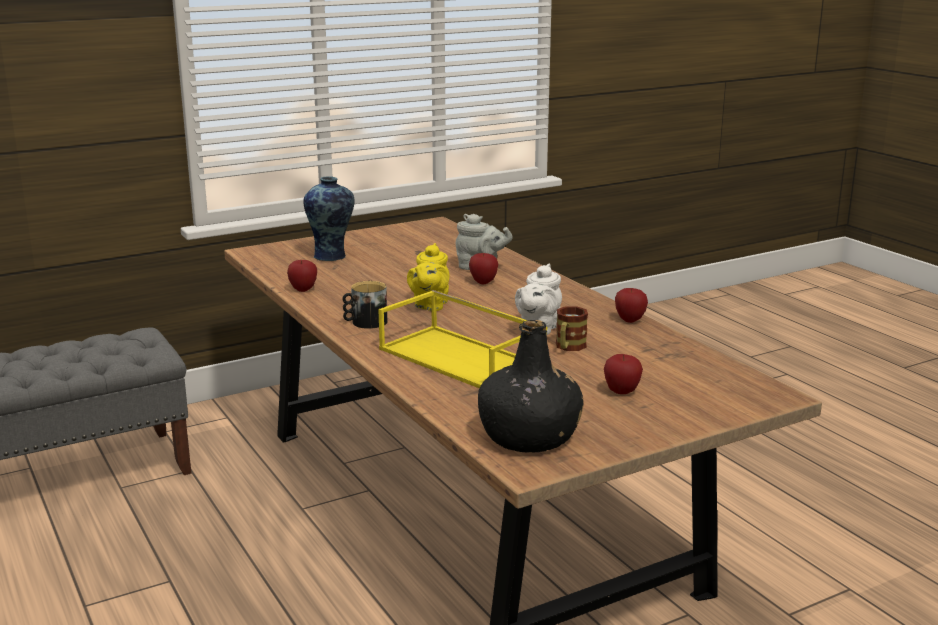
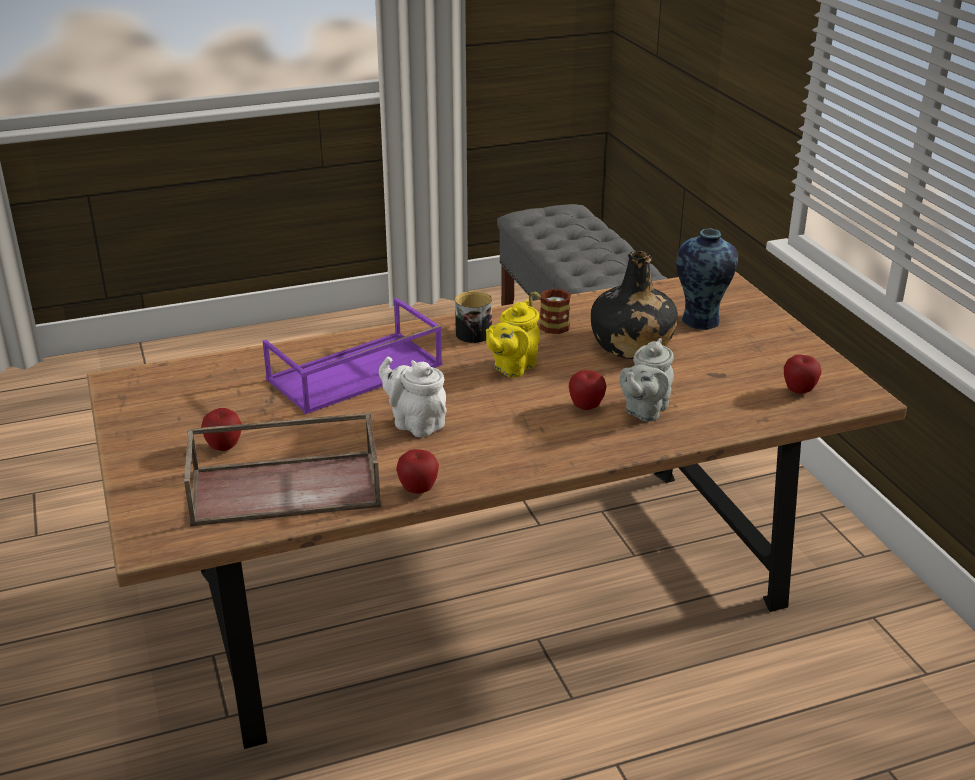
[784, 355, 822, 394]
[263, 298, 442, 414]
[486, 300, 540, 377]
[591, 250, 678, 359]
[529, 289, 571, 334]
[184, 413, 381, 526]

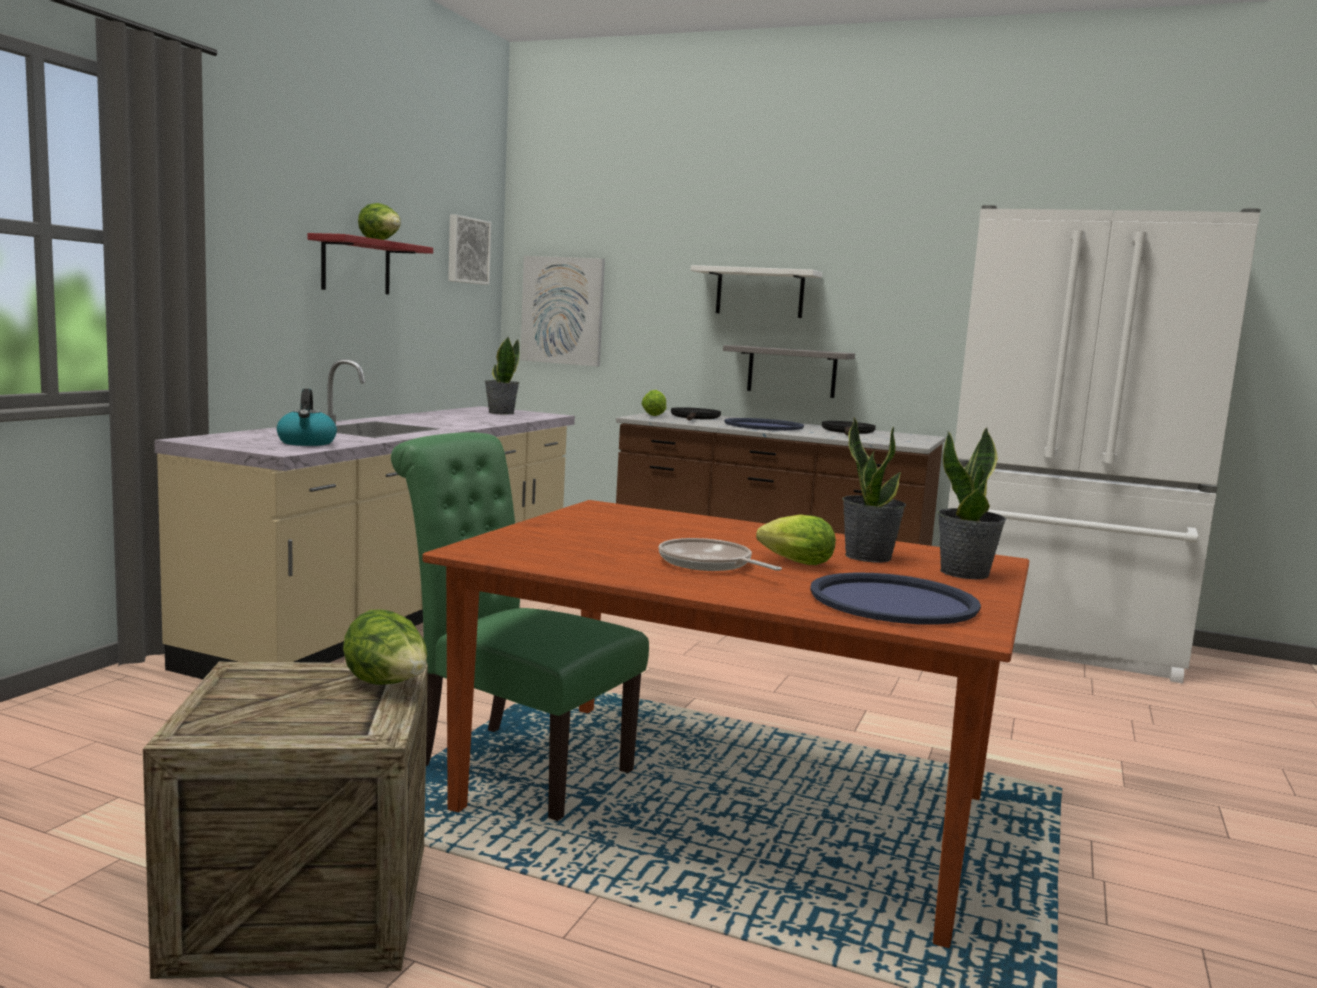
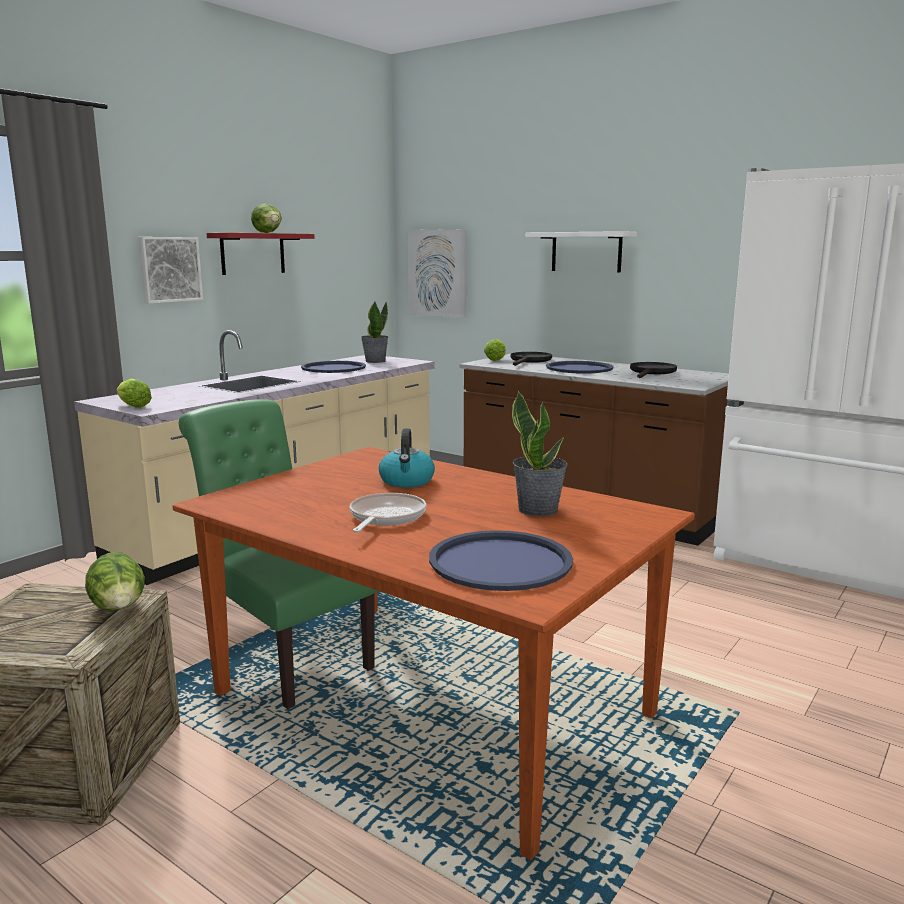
[379, 429, 435, 488]
[138, 237, 203, 304]
[349, 493, 427, 532]
[723, 345, 855, 398] (first image)
[117, 378, 152, 408]
[937, 427, 1007, 579] (first image)
[301, 361, 366, 373]

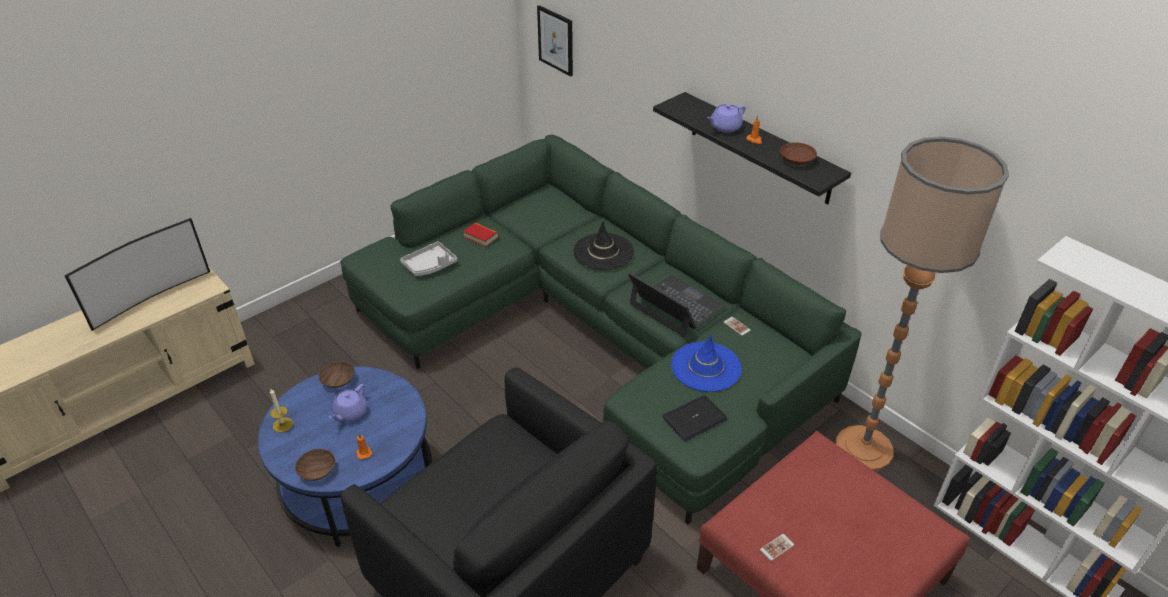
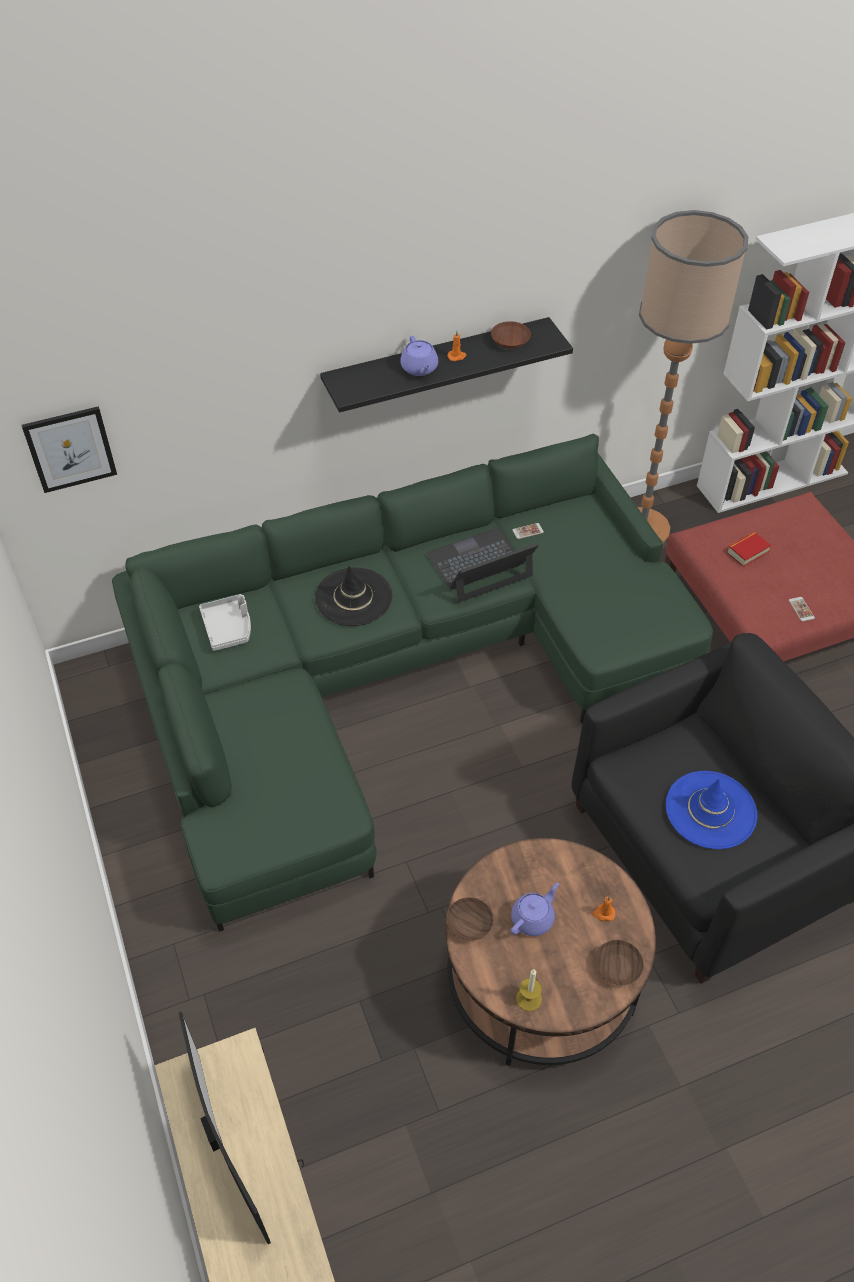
[446, 838, 656, 1066]
[511, 883, 559, 936]
[199, 594, 251, 651]
[727, 532, 771, 567]
[662, 396, 727, 441] (first image)
[666, 771, 757, 849]

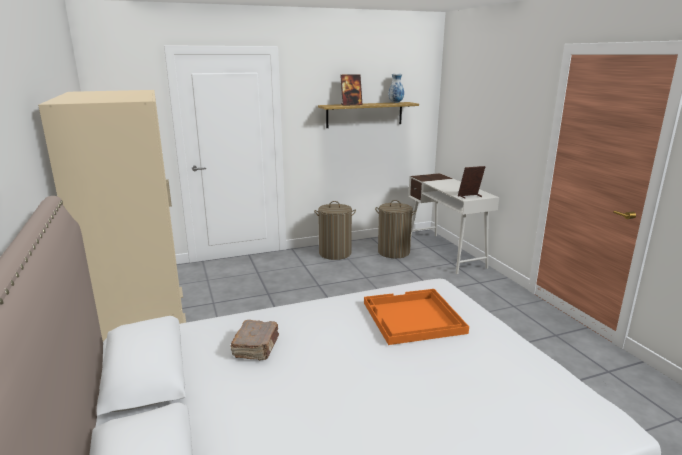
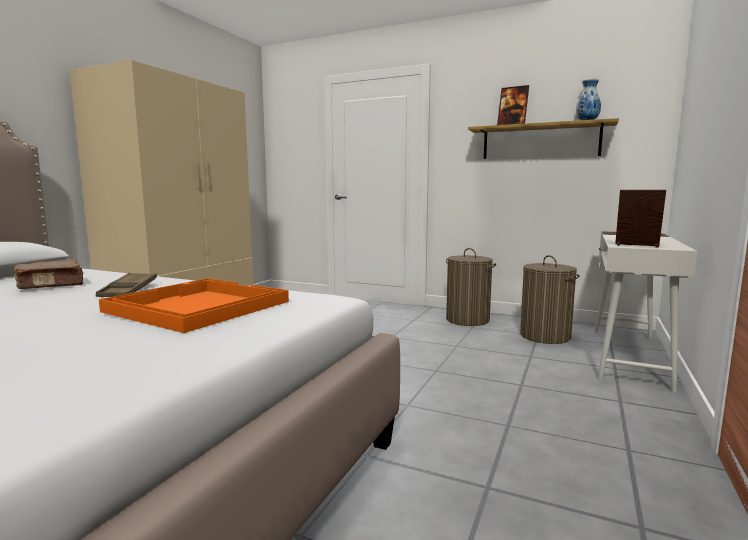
[96, 273, 157, 297]

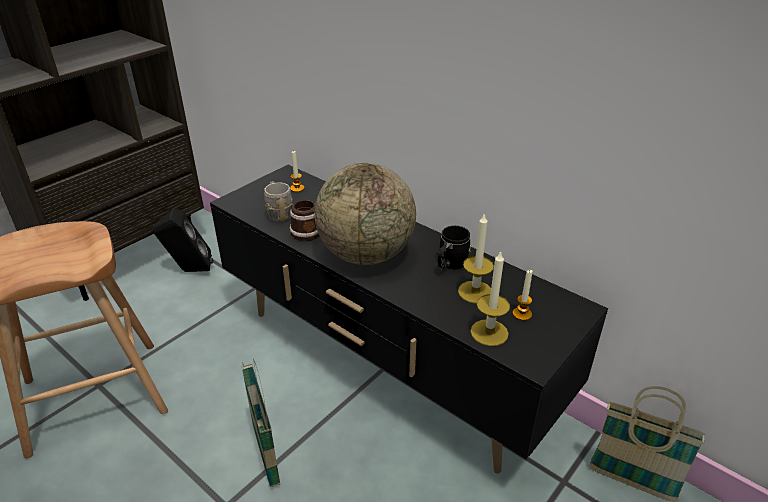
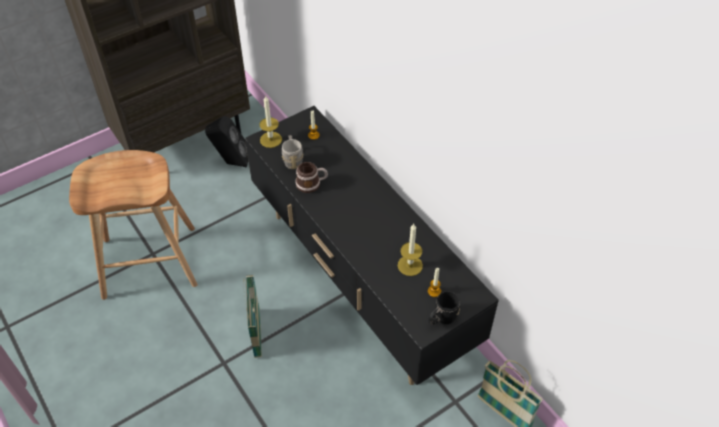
[315, 163, 416, 265] (first image)
[429, 291, 460, 325]
[259, 95, 282, 148]

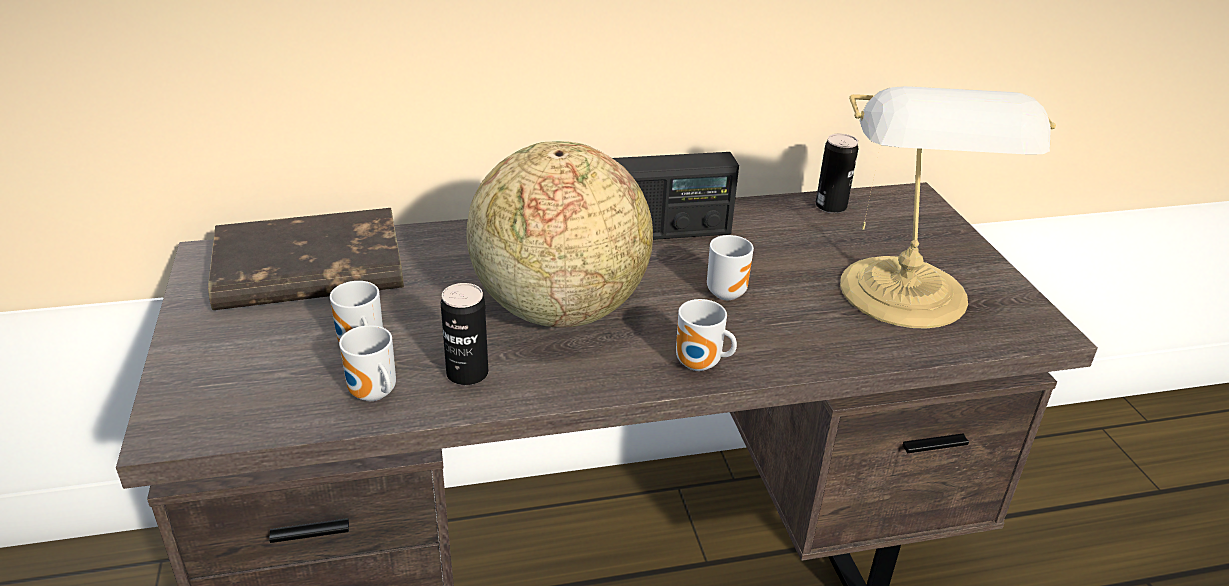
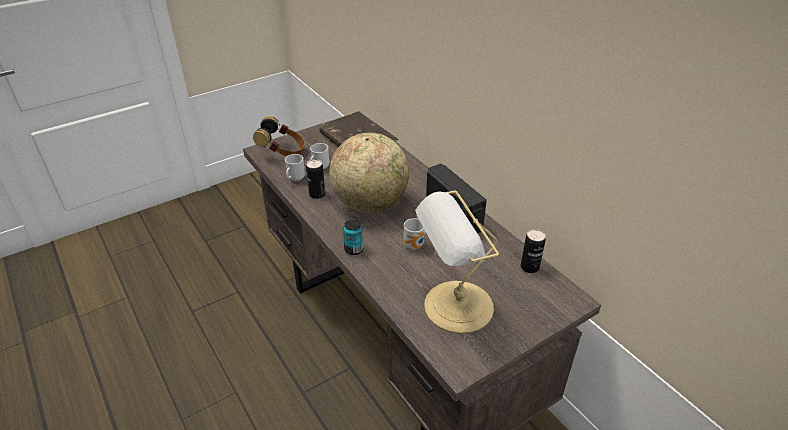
[343, 219, 364, 255]
[253, 116, 305, 157]

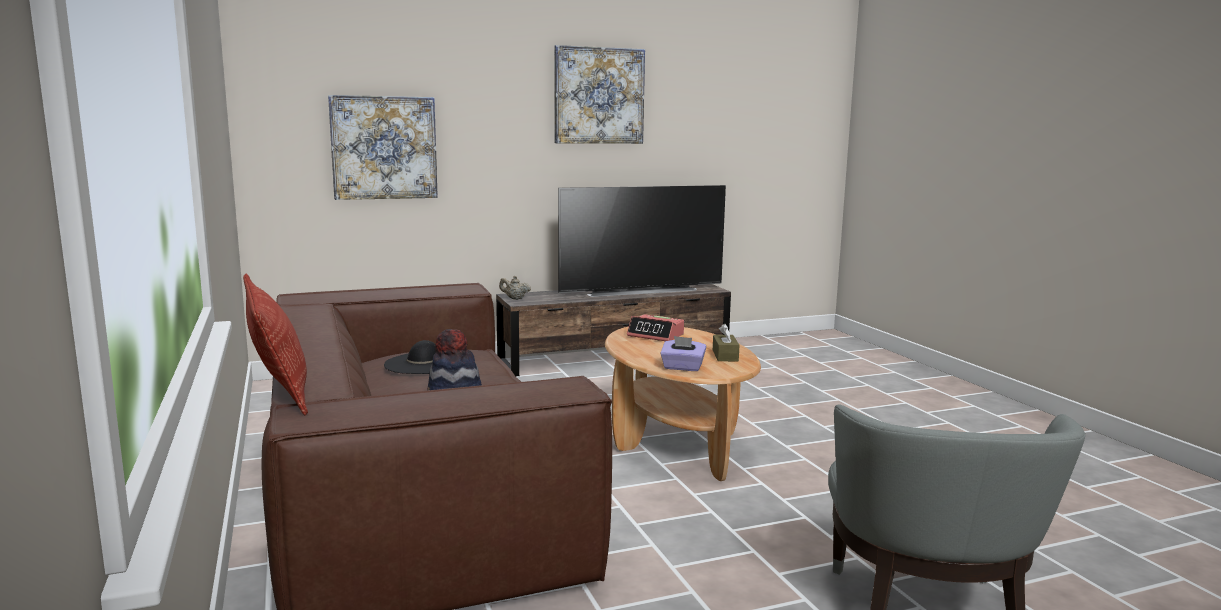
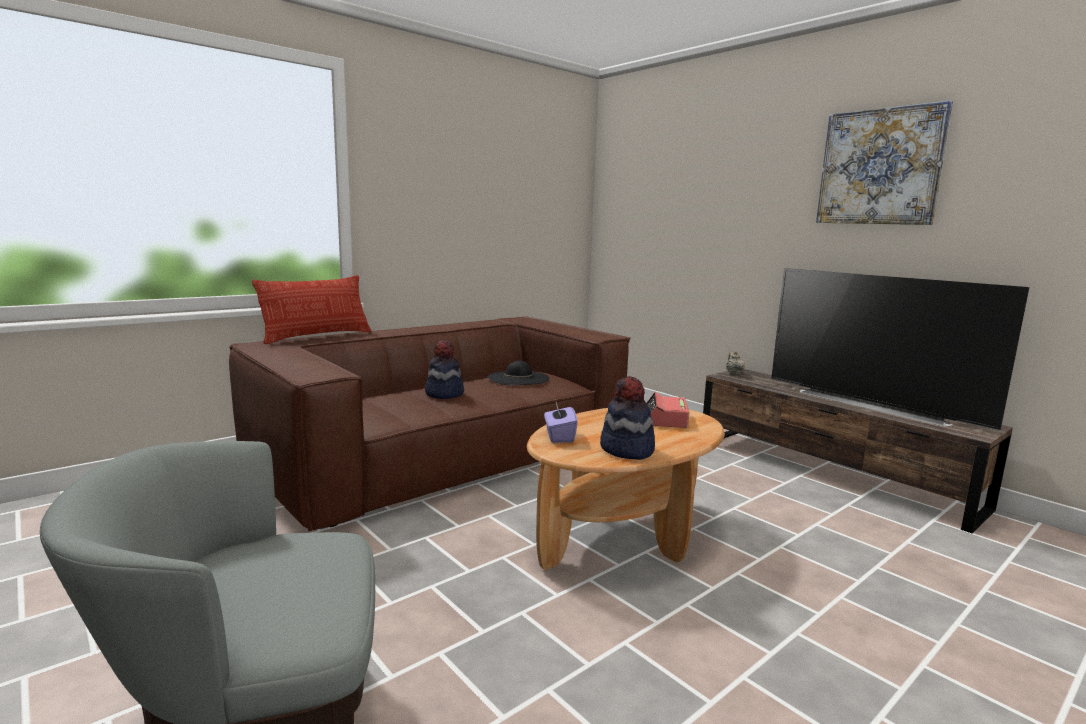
[328, 95, 438, 200] (first image)
[600, 376, 655, 460]

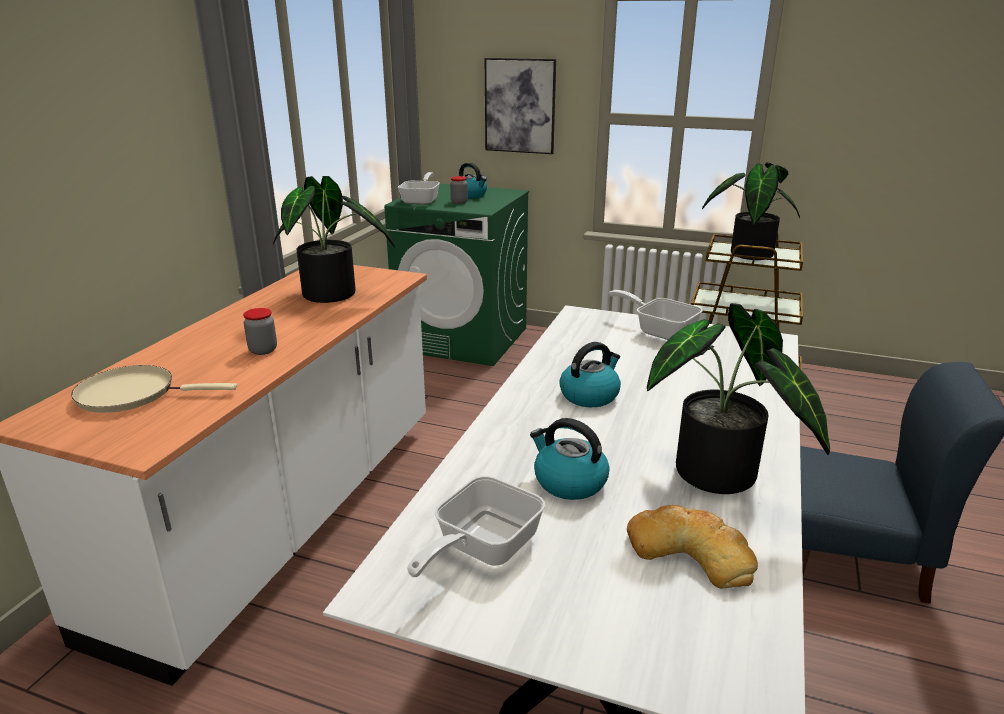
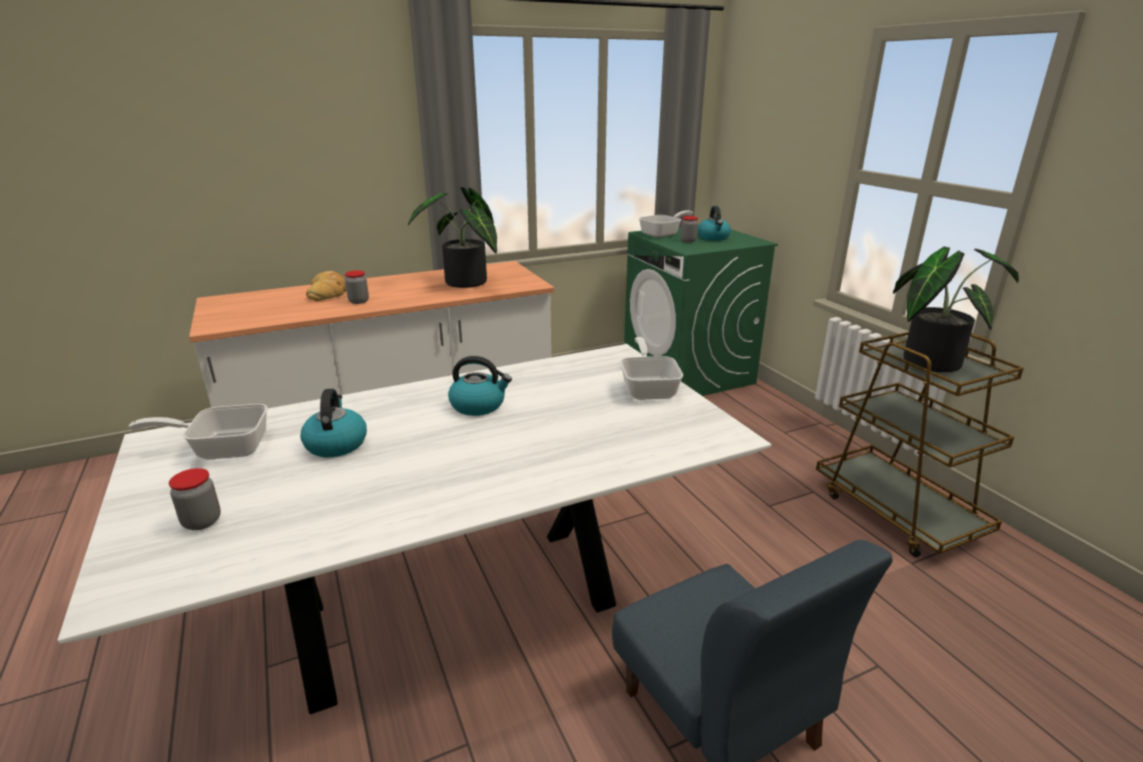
[71, 365, 237, 413] (first image)
[485, 58, 556, 154] (first image)
[306, 271, 346, 301]
[647, 303, 830, 494] (first image)
[169, 468, 221, 530]

